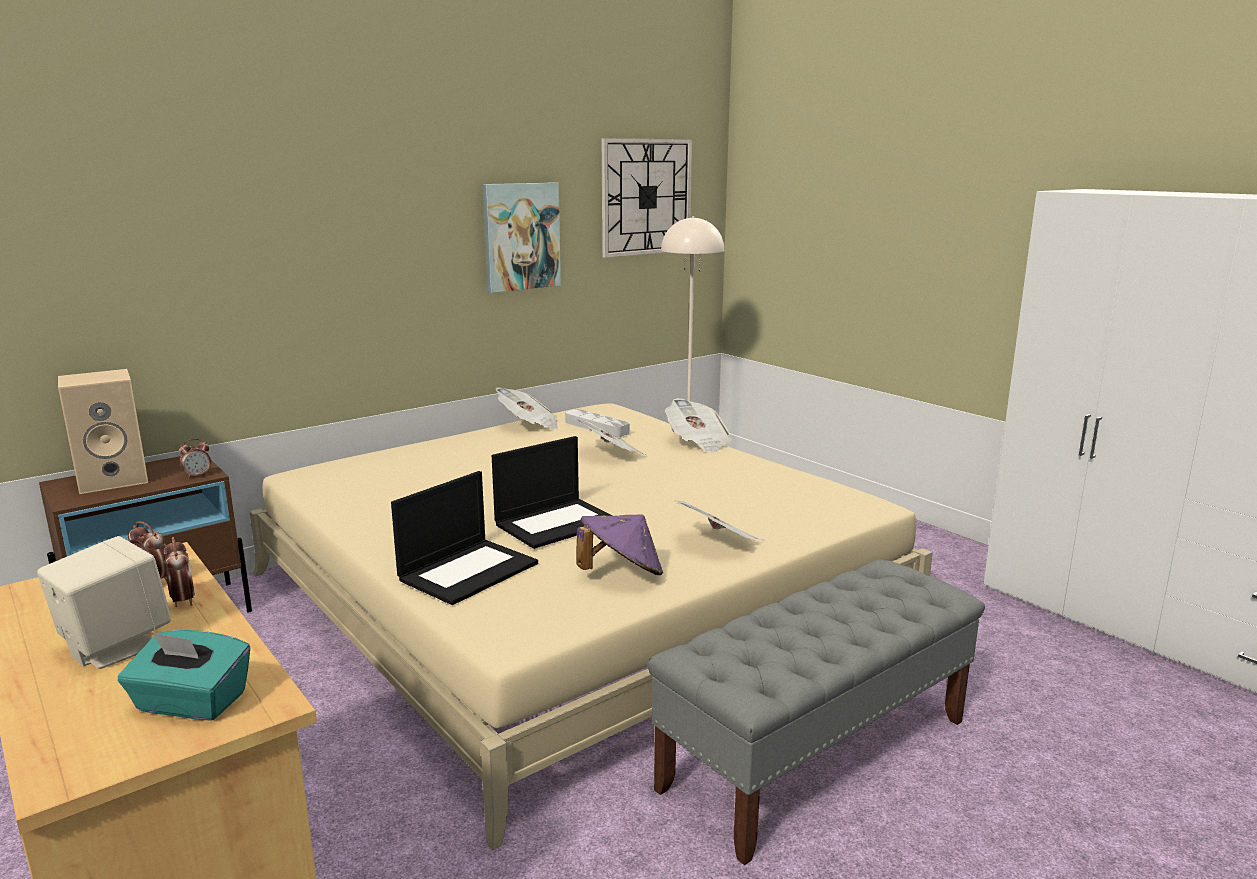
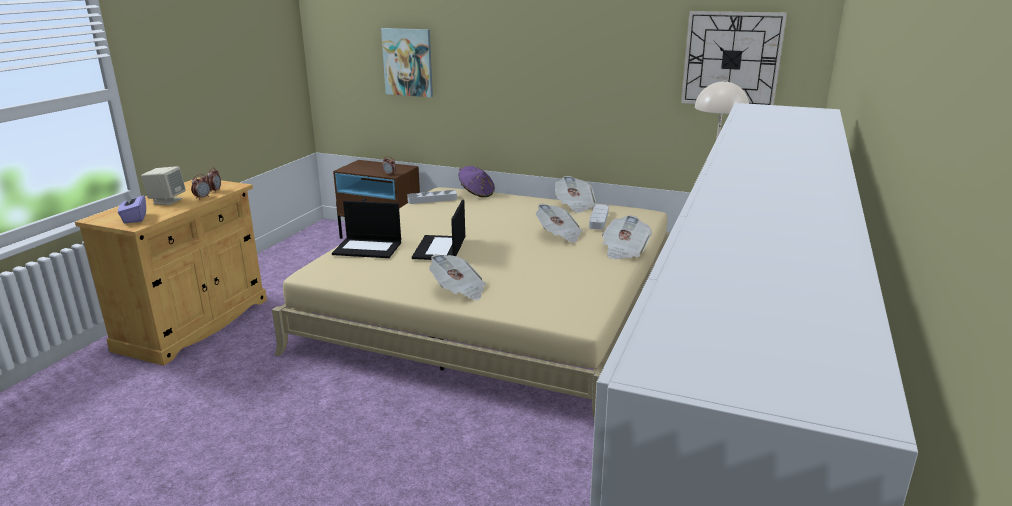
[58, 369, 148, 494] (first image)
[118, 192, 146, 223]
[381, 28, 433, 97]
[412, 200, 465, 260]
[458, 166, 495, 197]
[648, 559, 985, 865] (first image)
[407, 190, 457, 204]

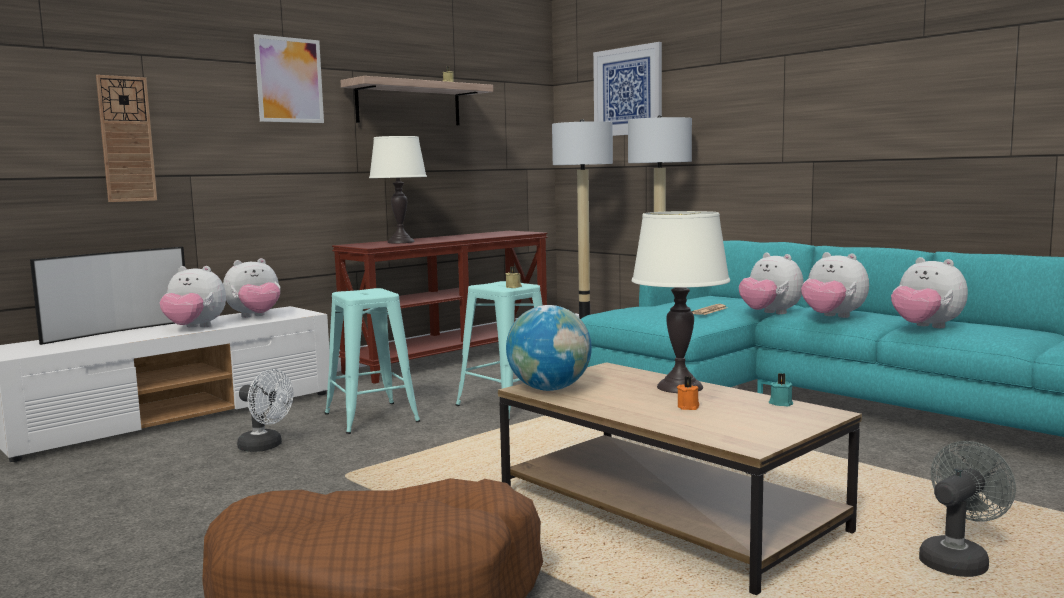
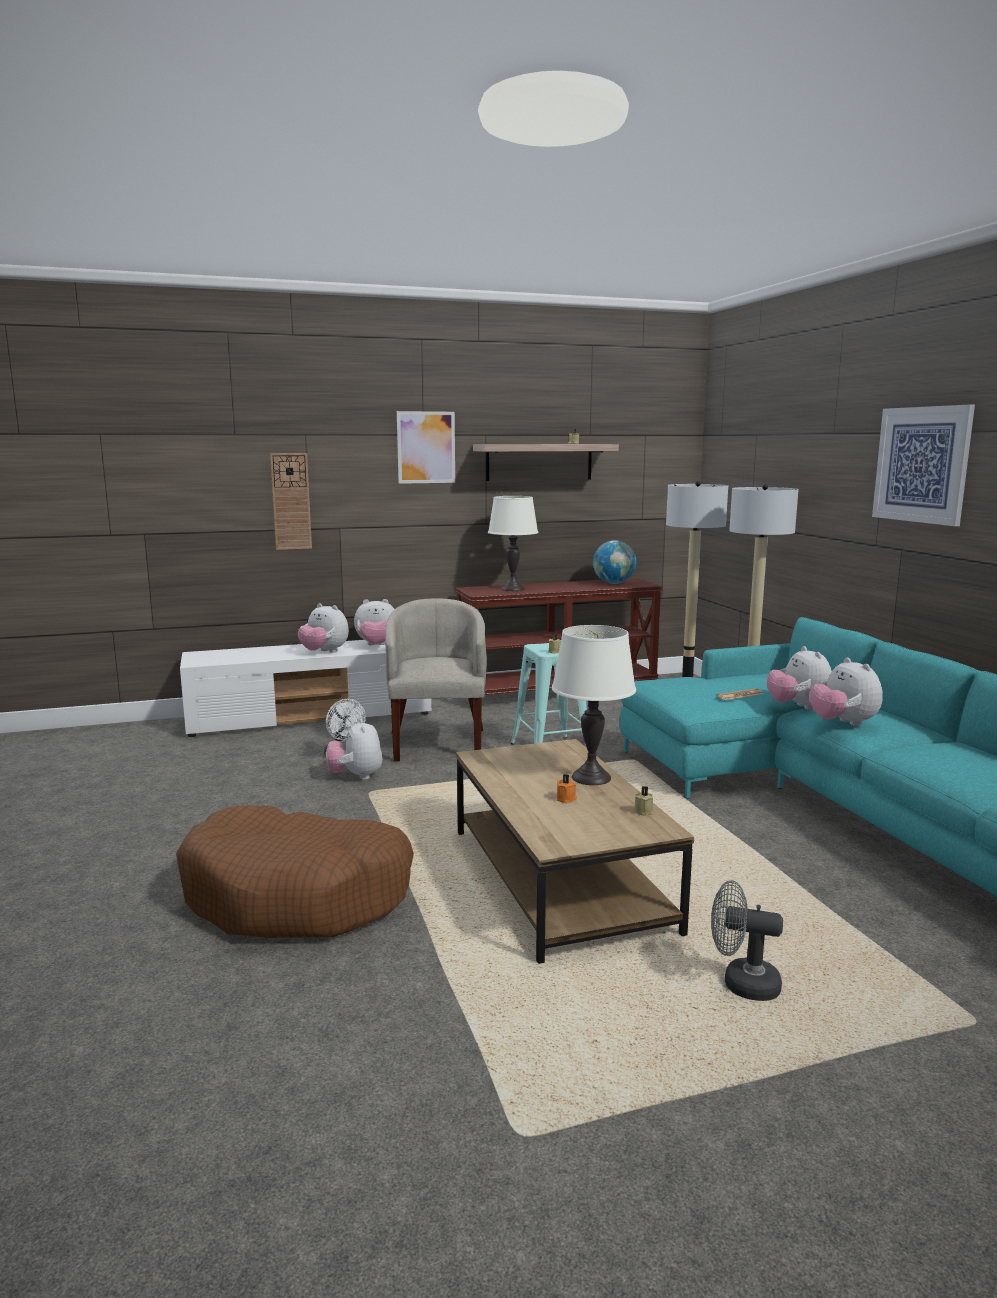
[30, 247, 185, 345] (first image)
[385, 598, 487, 762]
[593, 540, 636, 584]
[872, 404, 975, 526]
[634, 786, 654, 816]
[326, 719, 382, 780]
[711, 880, 783, 1001]

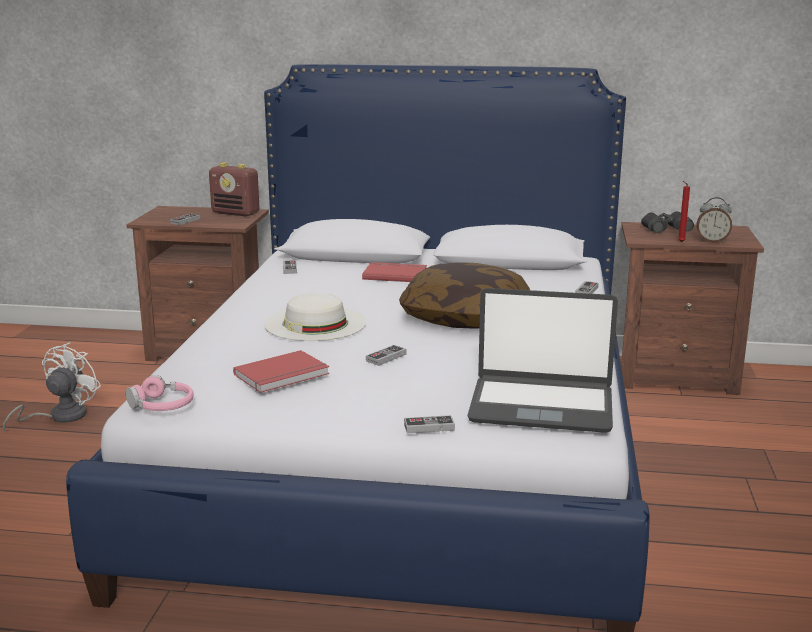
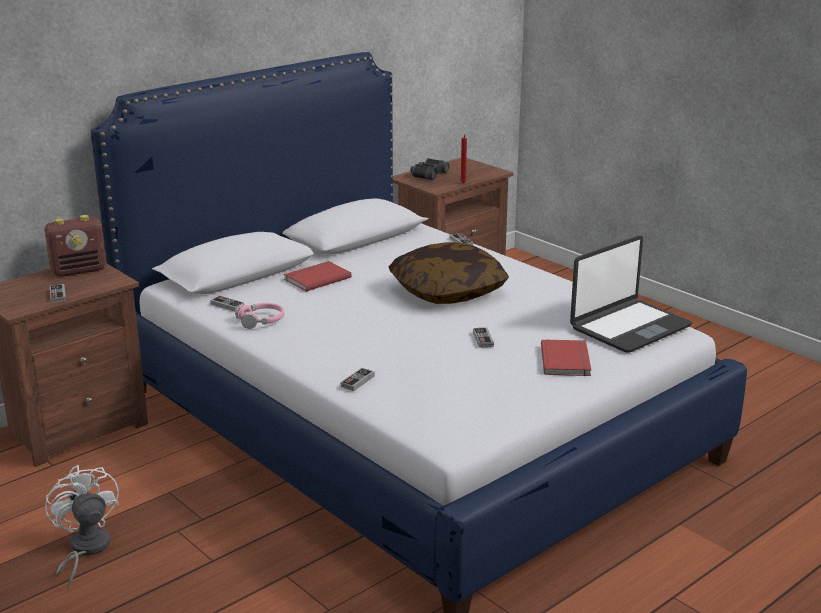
[235, 303, 285, 329]
[541, 339, 591, 376]
[264, 293, 366, 341] (first image)
[341, 368, 375, 391]
[697, 197, 732, 243] (first image)

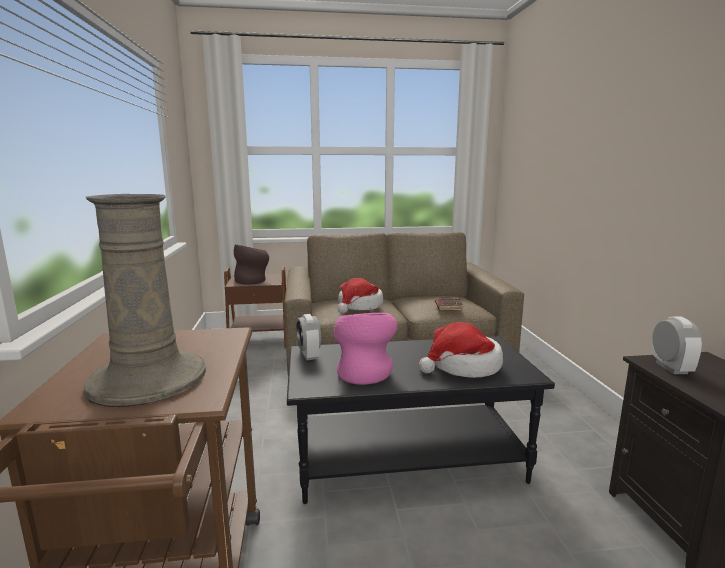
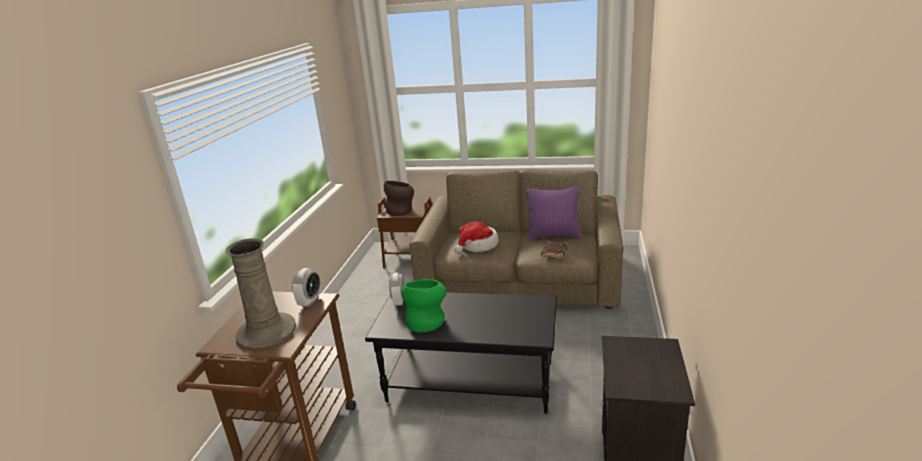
[401, 279, 446, 332]
[419, 322, 503, 378] (first image)
[292, 268, 321, 307]
[526, 186, 582, 240]

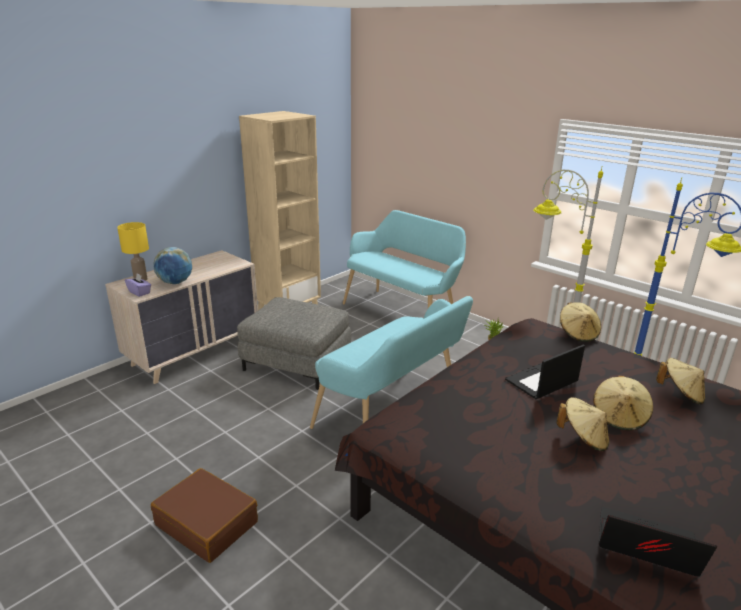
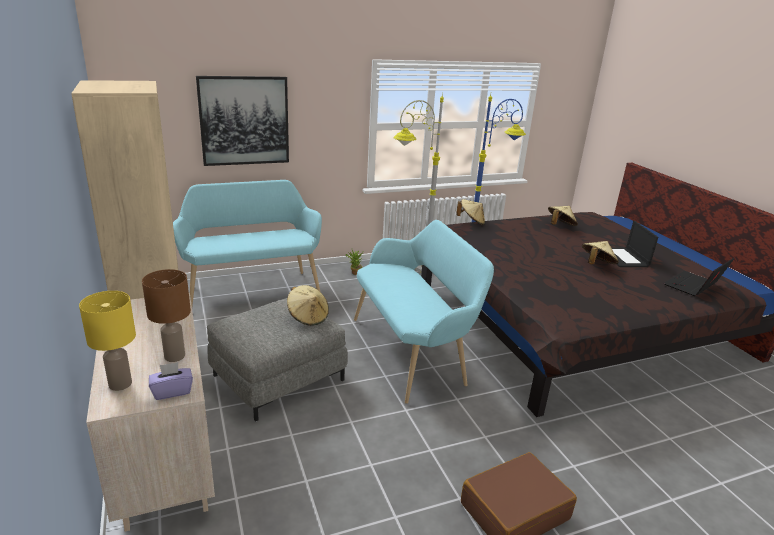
[142, 269, 191, 362]
[611, 221, 658, 267]
[287, 285, 329, 326]
[196, 76, 289, 166]

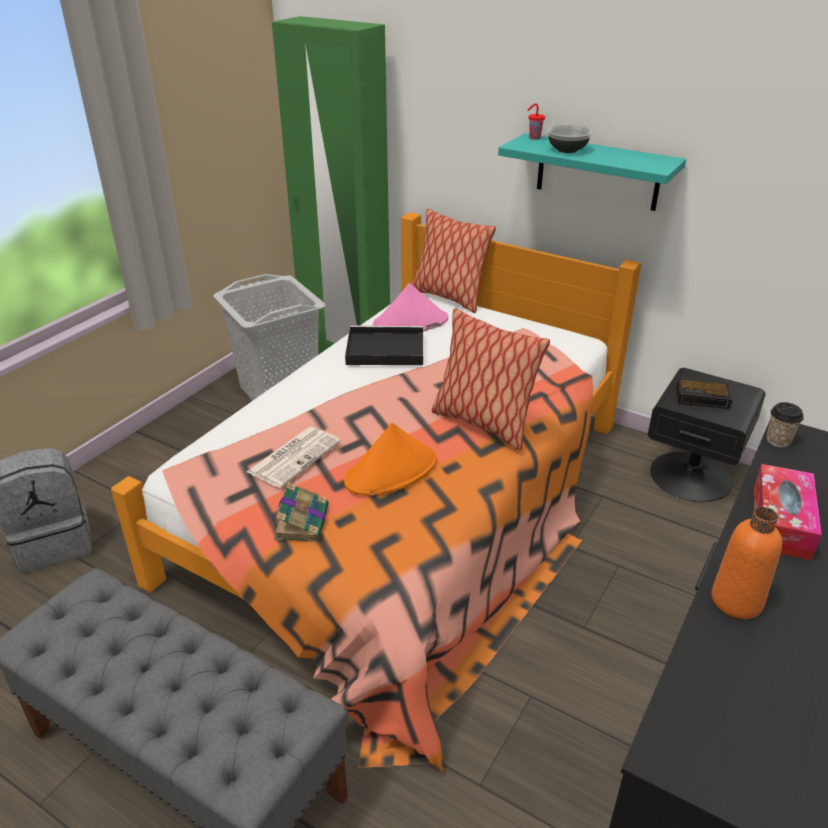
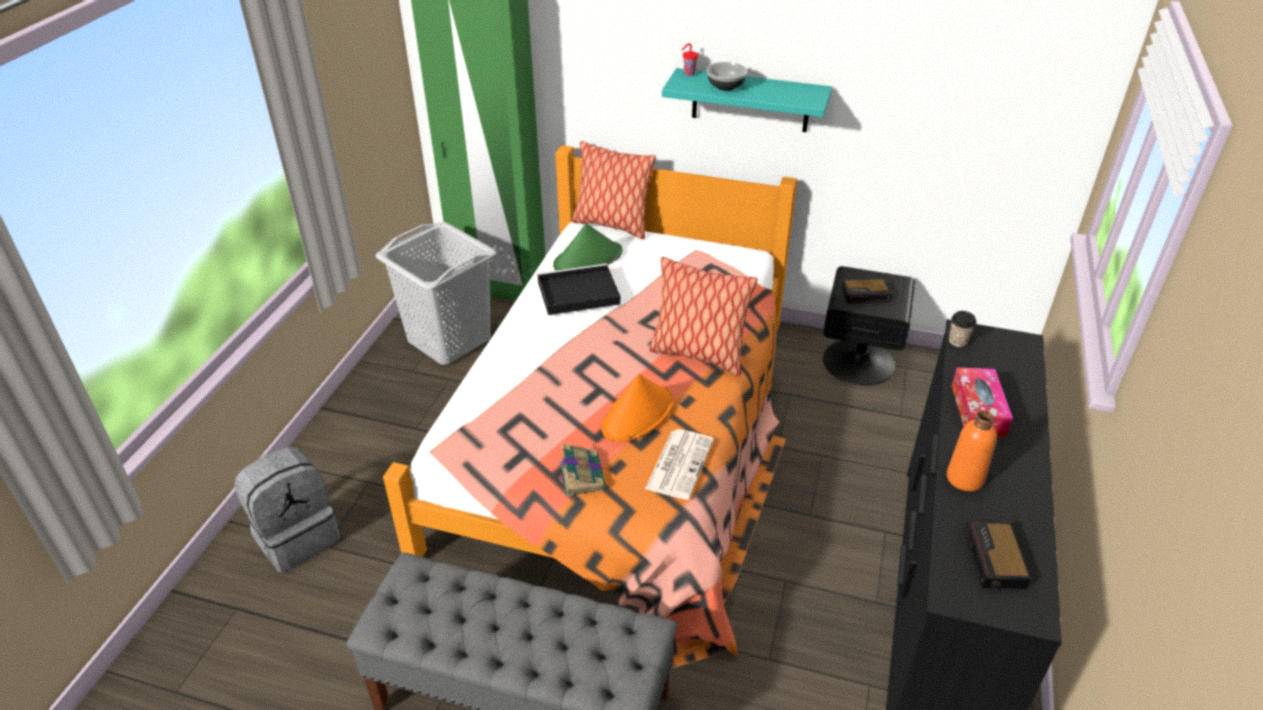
[645, 429, 714, 500]
[553, 224, 622, 271]
[964, 521, 1031, 589]

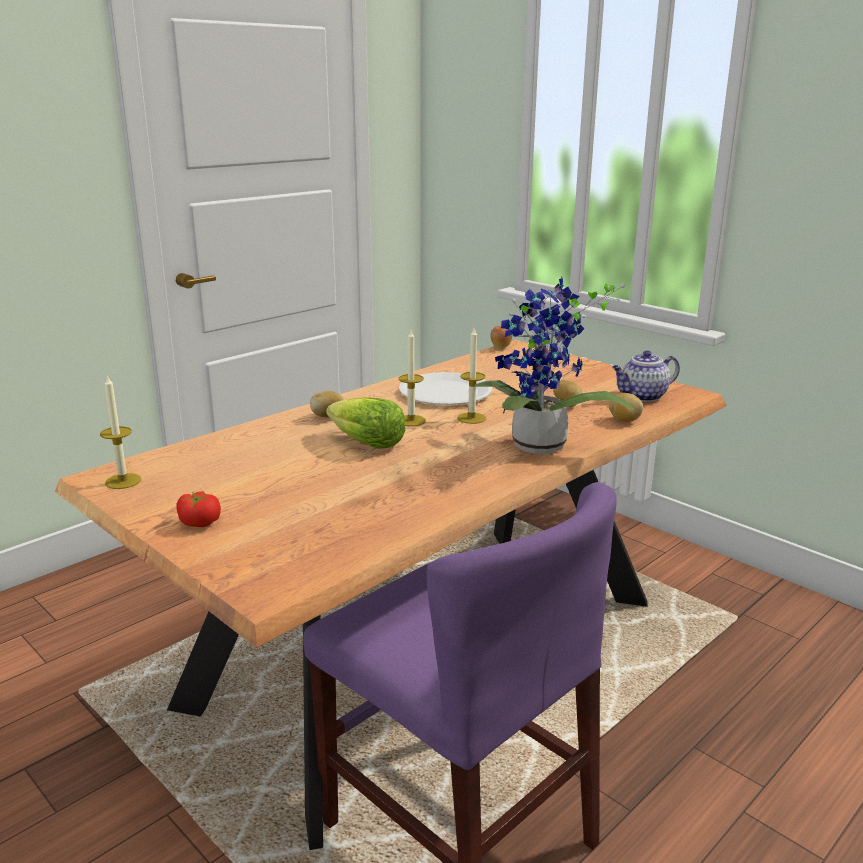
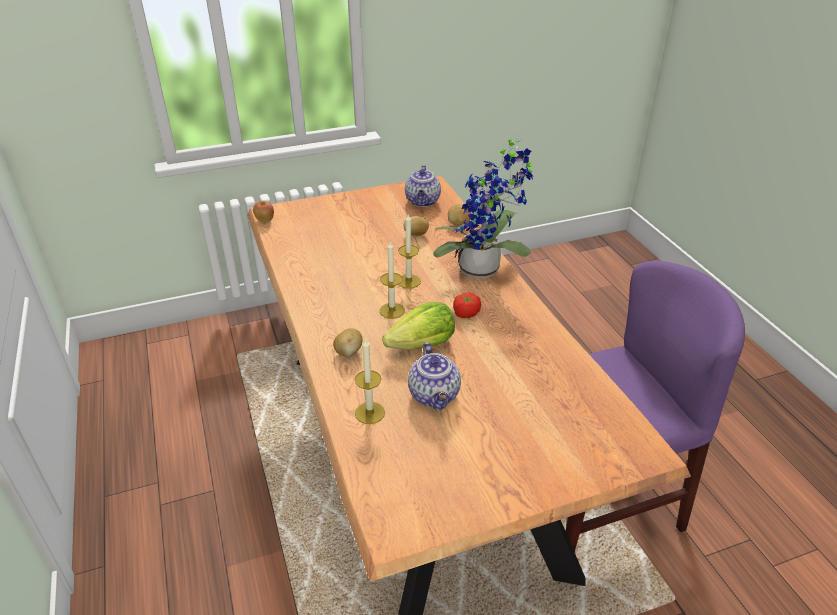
[355, 338, 385, 424]
[453, 292, 481, 318]
[399, 372, 492, 405] (first image)
[408, 342, 461, 410]

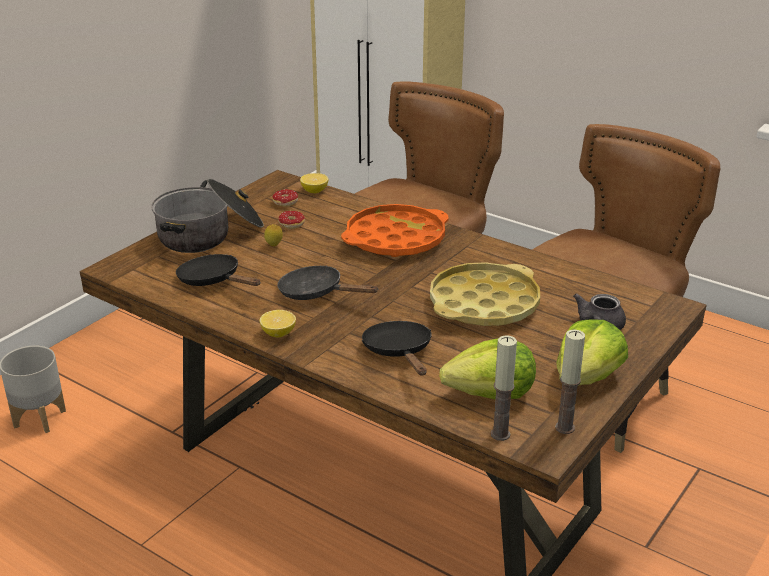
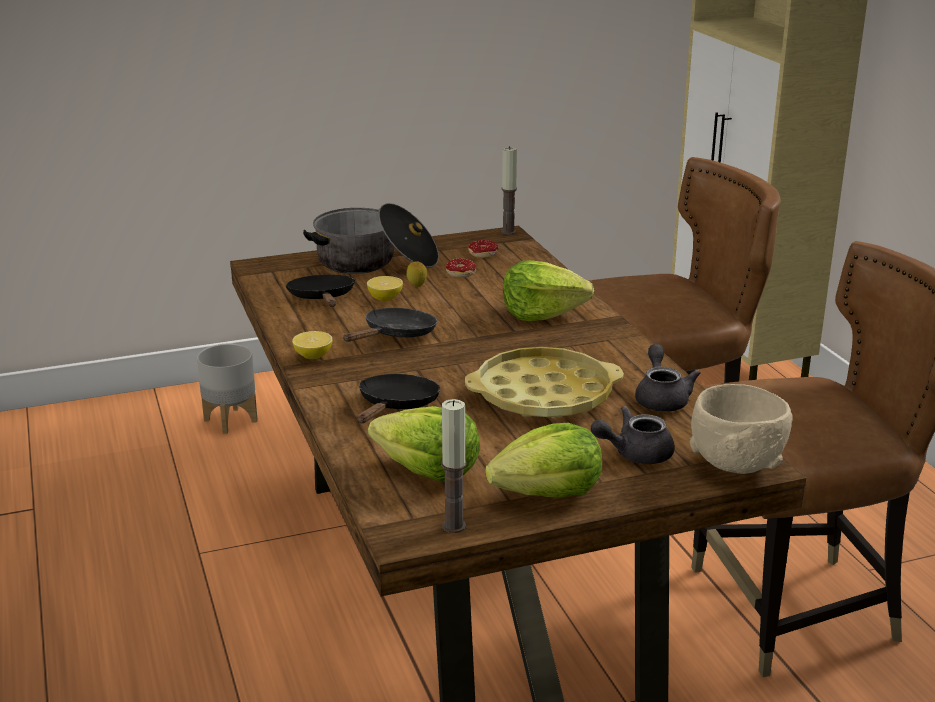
[343, 308, 437, 342]
[367, 276, 403, 301]
[503, 260, 594, 321]
[501, 146, 517, 234]
[635, 344, 701, 412]
[690, 384, 793, 474]

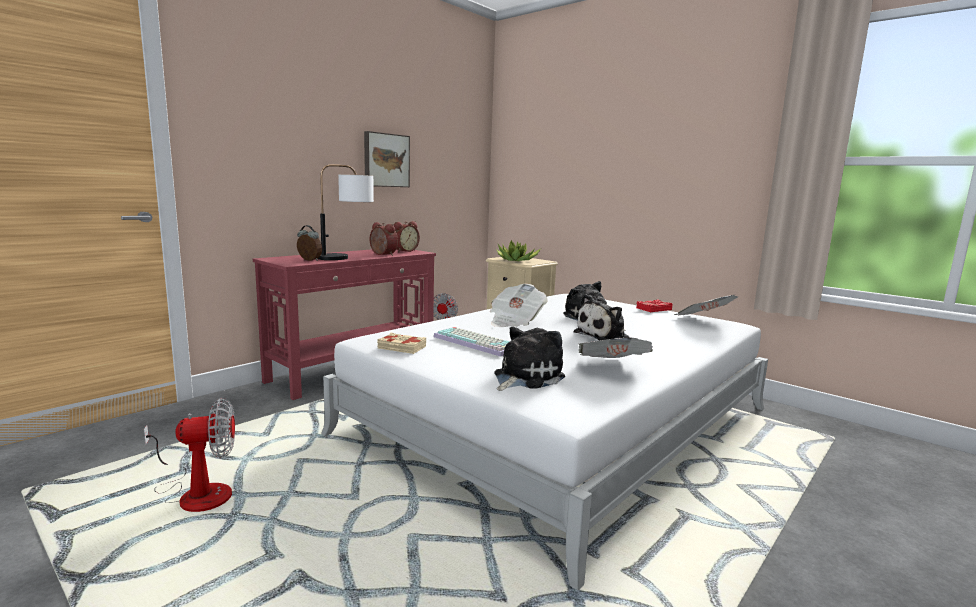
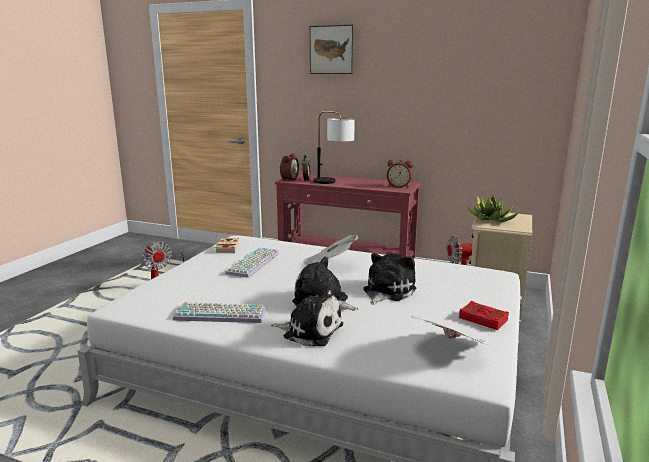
[310, 25, 355, 74]
[280, 153, 299, 181]
[271, 286, 343, 346]
[173, 302, 267, 323]

